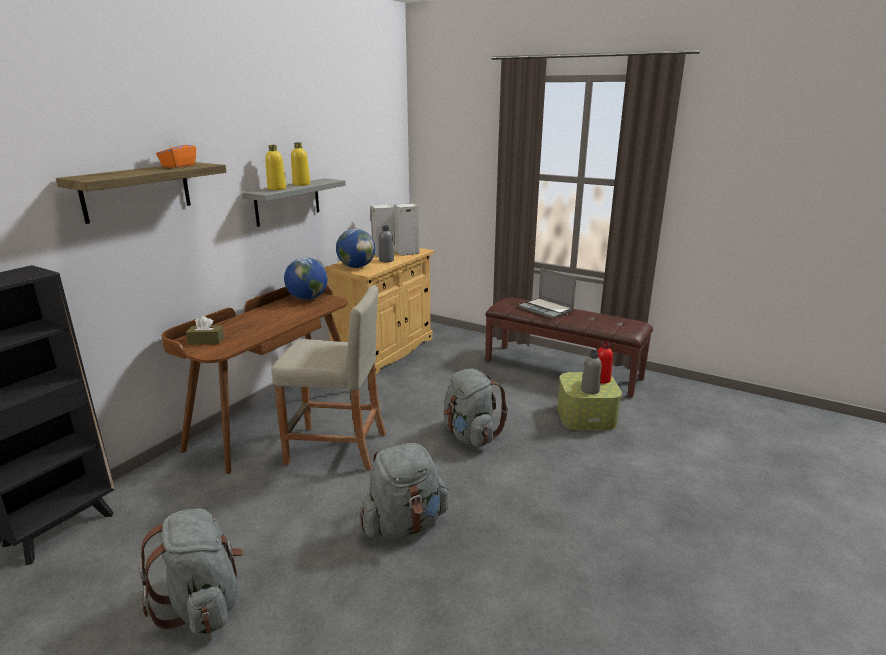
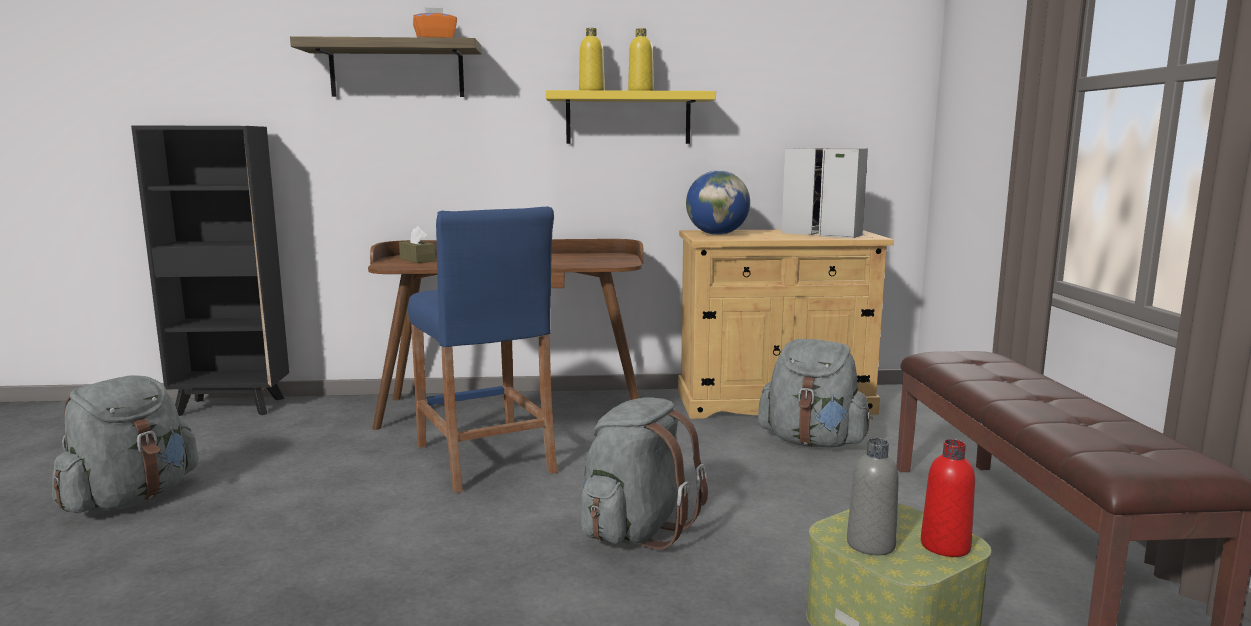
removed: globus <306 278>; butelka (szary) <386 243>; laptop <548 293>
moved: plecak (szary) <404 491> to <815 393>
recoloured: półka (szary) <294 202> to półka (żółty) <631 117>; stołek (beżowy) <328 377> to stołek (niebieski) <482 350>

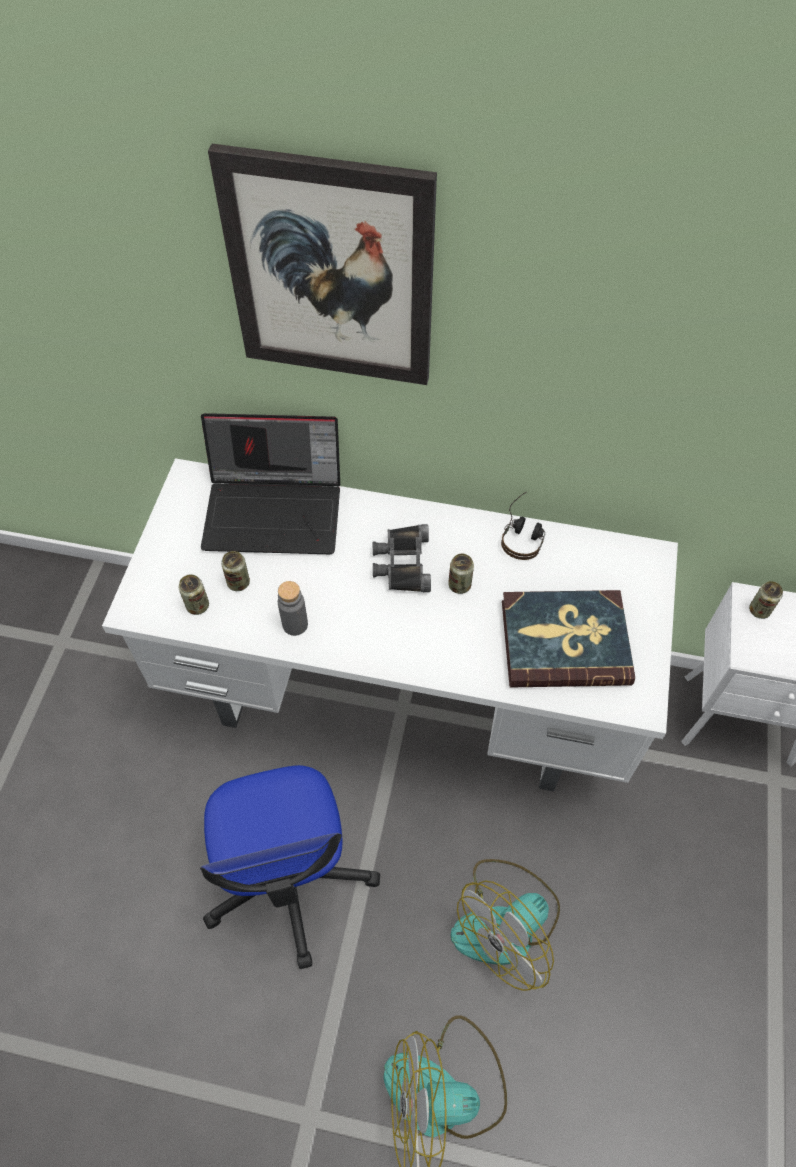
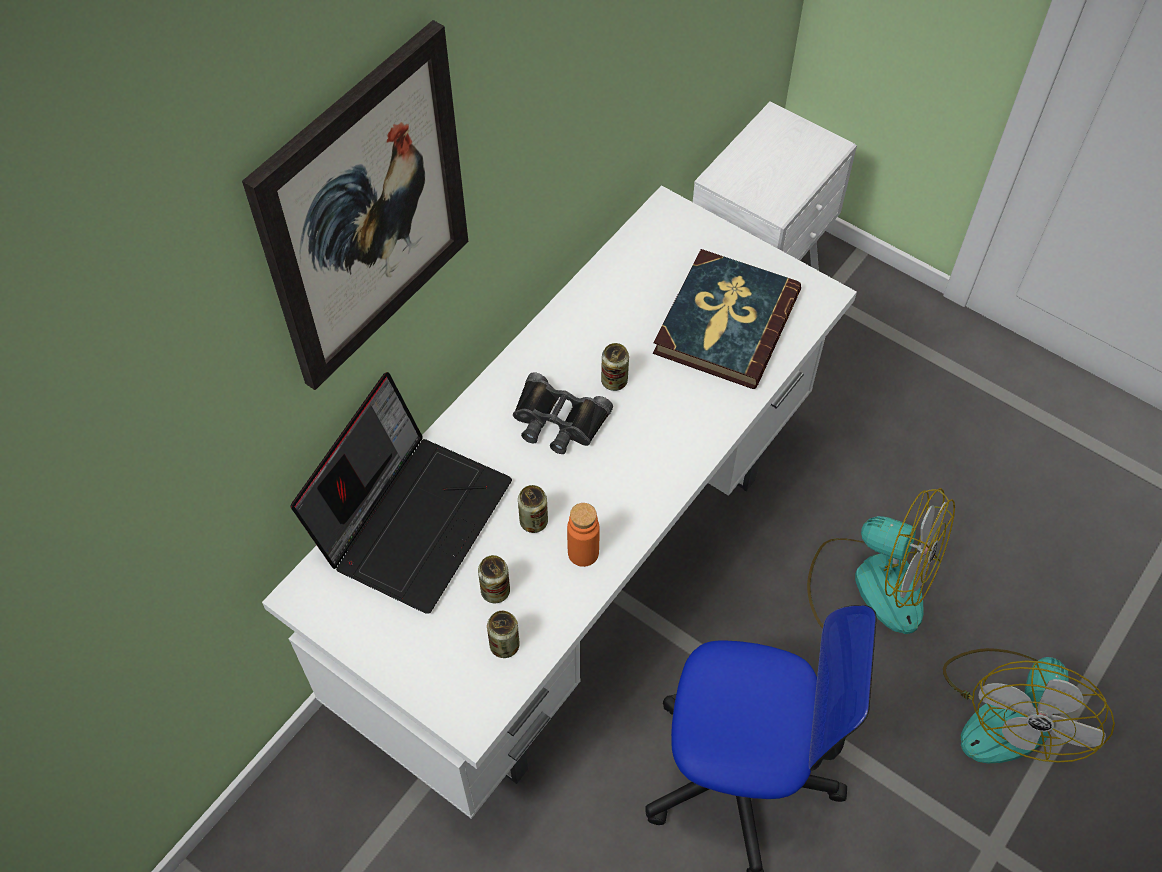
removed: słuchawki <523 526>
moved: puszka <766 600> to <533 509>
recoloured: butelka (szary) <293 608> to butelka (pomarańczowy) <583 535>
turned: wentylator <505 925> = <881 561> 45 degrees counterclockwise

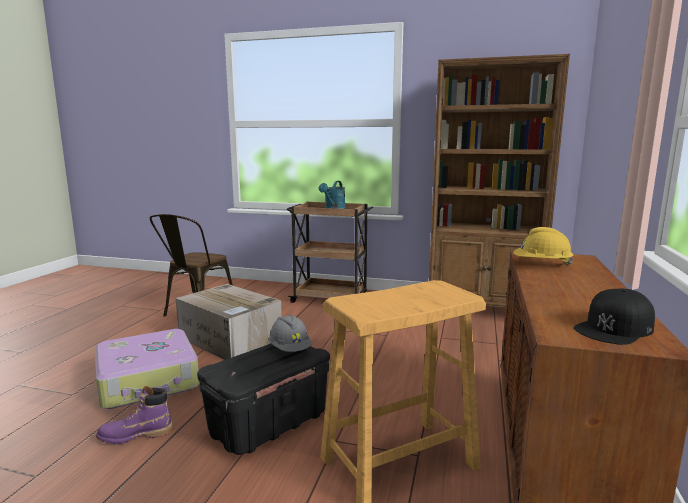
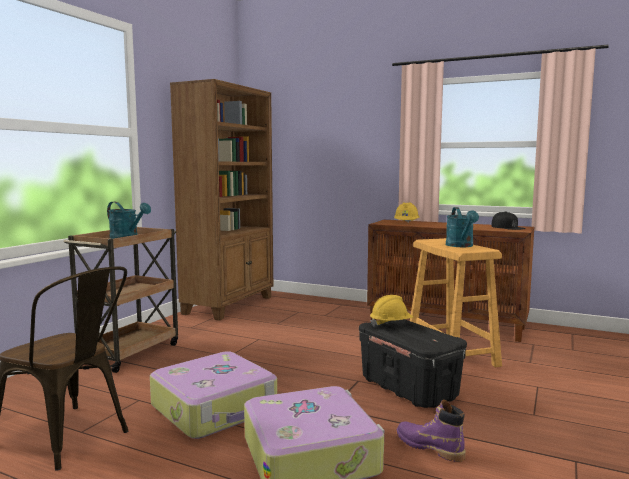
added: konewka (turkusowy) <462 227>
replaced: karton <229 322> to walizka <213 395>
recoloured: kask (szary) <290 333> to kask (żółty) <391 311>
turned: but z cholewką (fioletowy) <134 415> = <431 431> 135 degrees clockwise

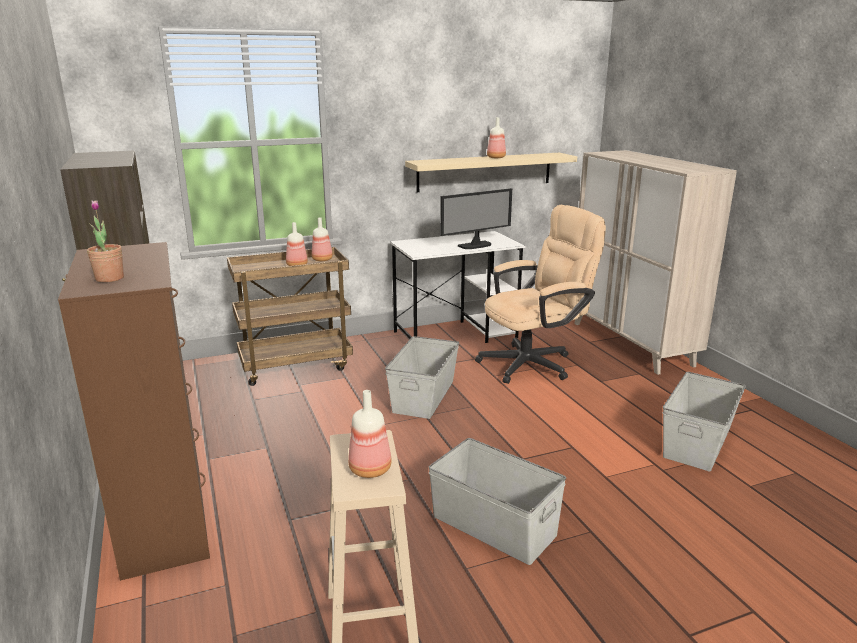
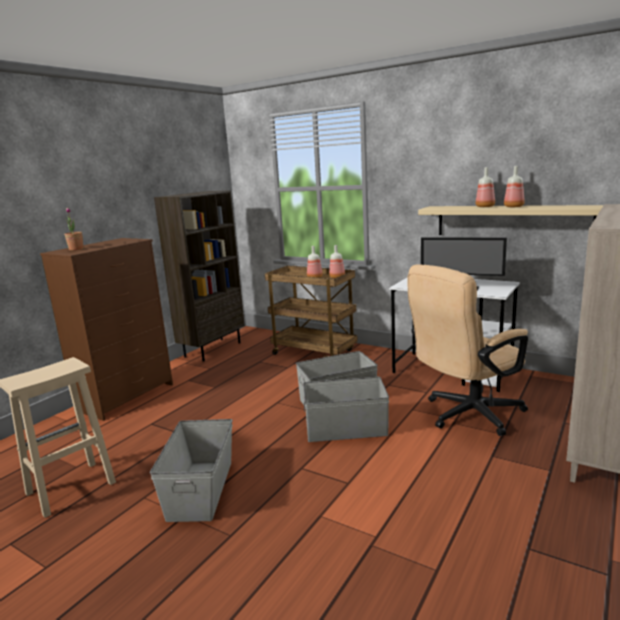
moved: butelka <370 434> to <485 187>; pojemnik do przechowywania (szary) <704 421> to <346 409>
turned: krzesło biurowe (beżowy) <540 294> = <467 350> 120 degrees clockwise

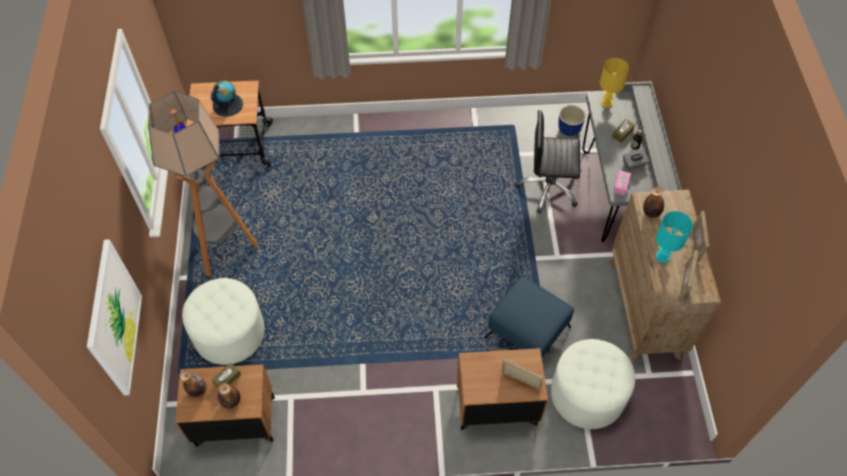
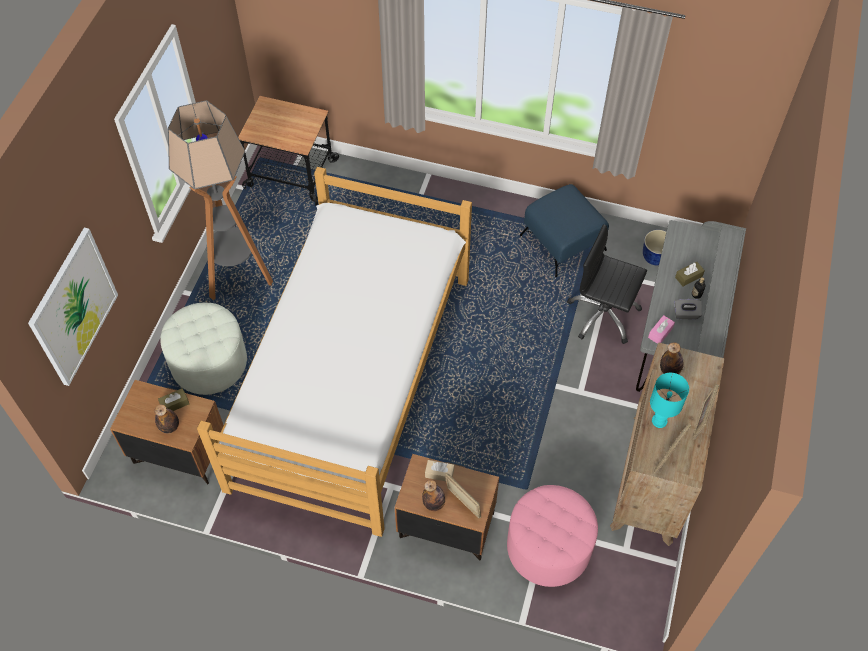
removed: globus <227 98>; lampa stołowa (żółty) <614 83>
added: łóżko <334 352>; pudełko chusteczek (beżowy) <439 470>
moved: butelka <193 383> to <433 495>; pufa (niebieski) <529 317> to <564 230>
recoloured: pufa (biały) <593 384> to pufa (różowy) <552 536>

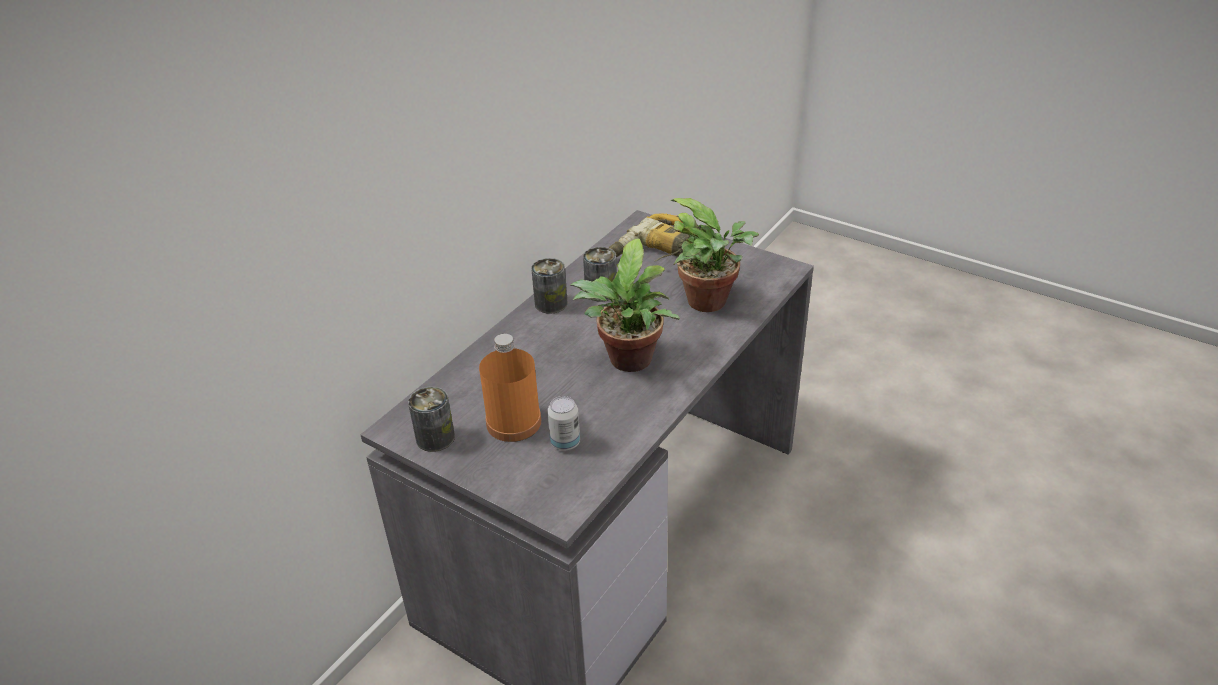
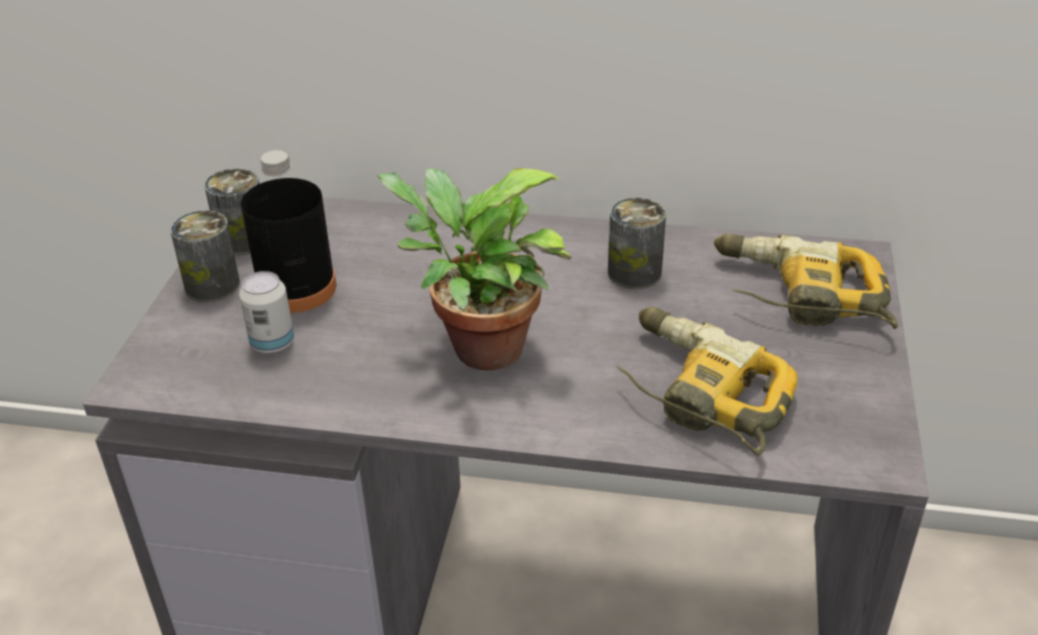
moved: puszka <549 286> to <205 256>
replaced: roślina doniczkowa <714 255> to wiertarka <707 381>
recoloured: butelka (pomarańczowy) <510 388> to butelka (czarny) <288 231>

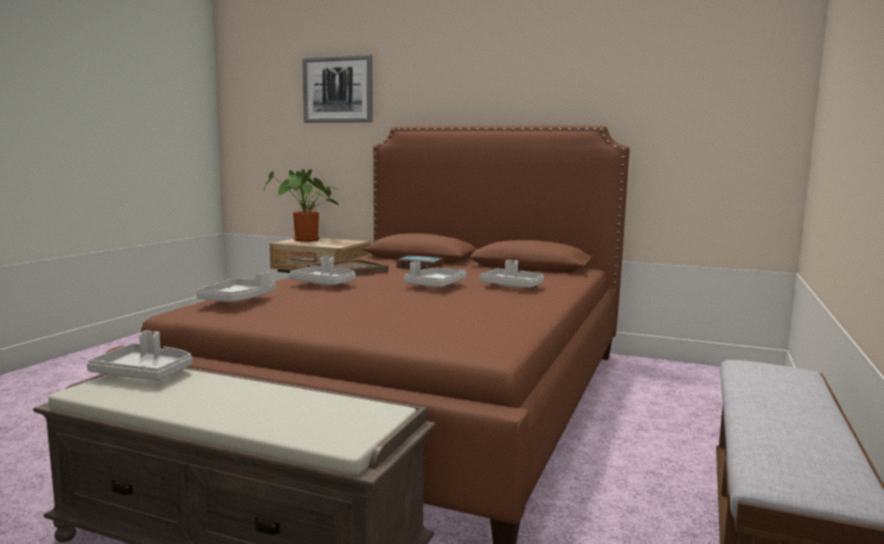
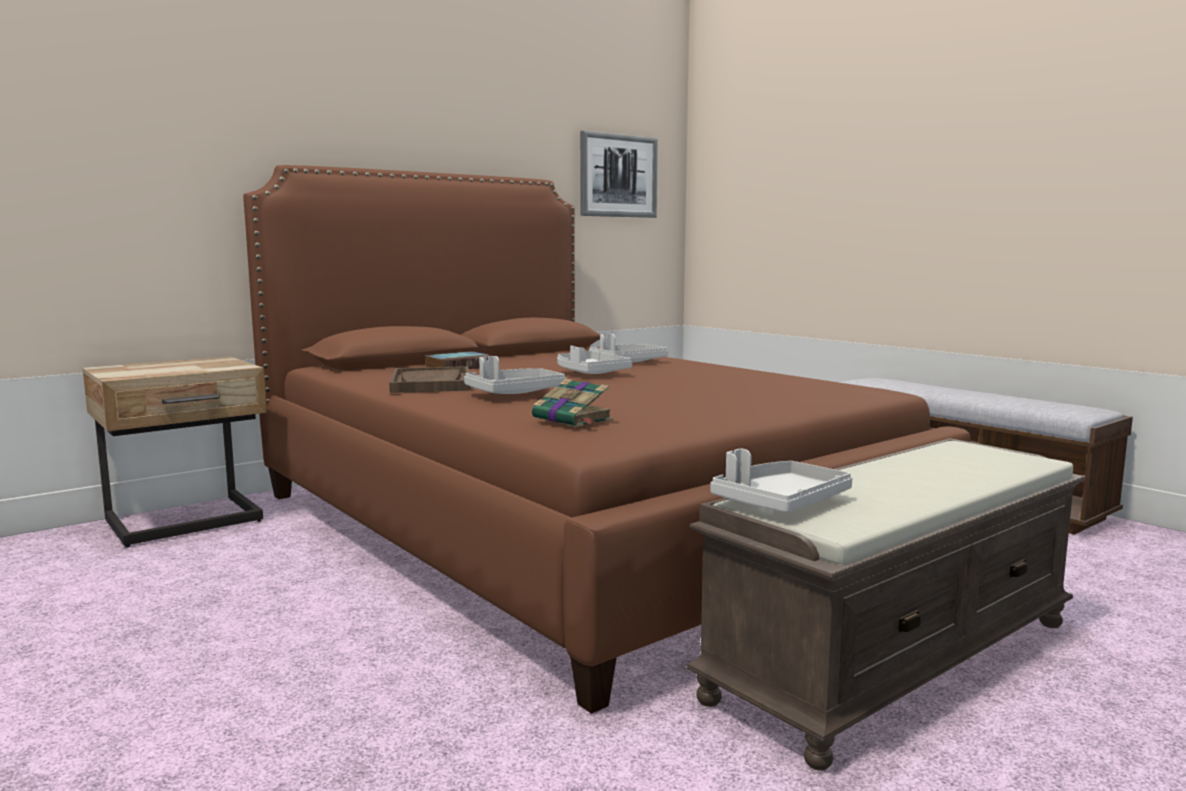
removed: roślina doniczkowa <302 205>
moved: obraz <337 89> to <619 174>
replaced: taca (szary) <236 287> to książka <572 403>

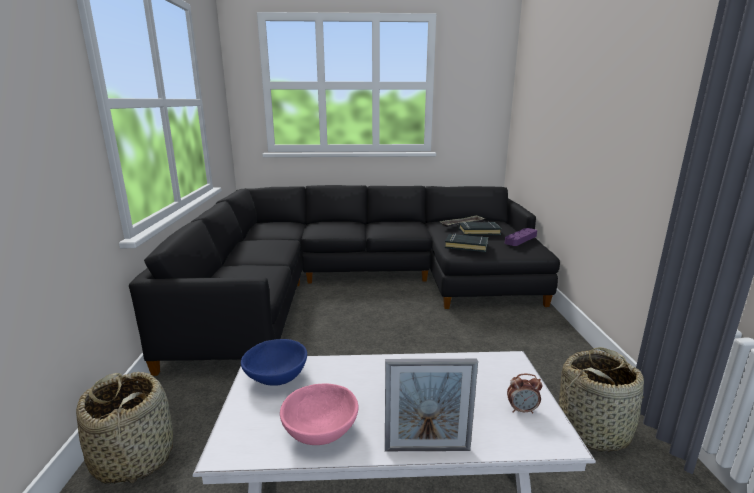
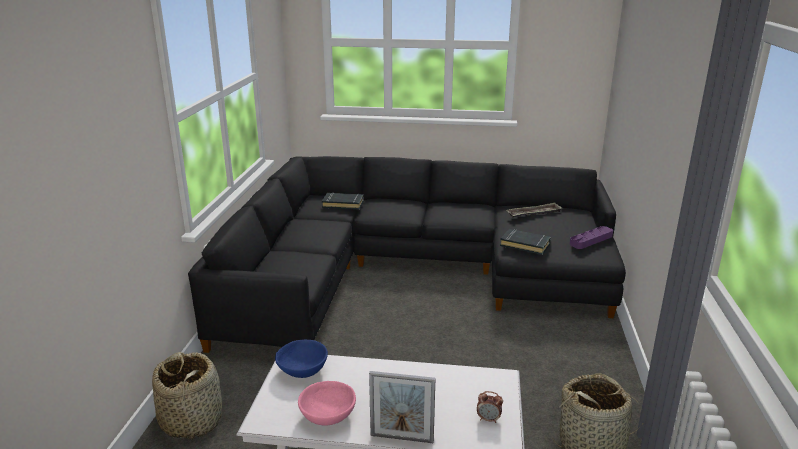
moved: książka (czarny) <480 229> to <343 201>

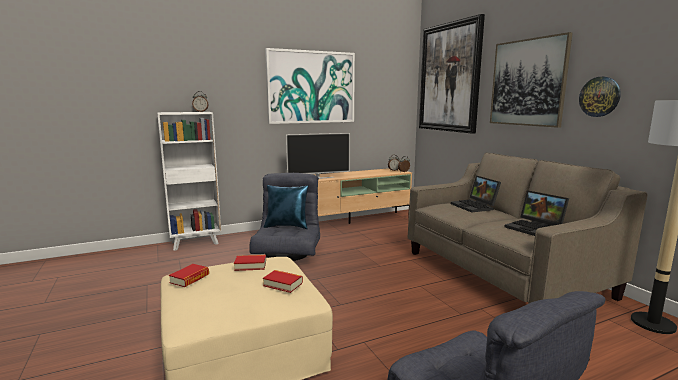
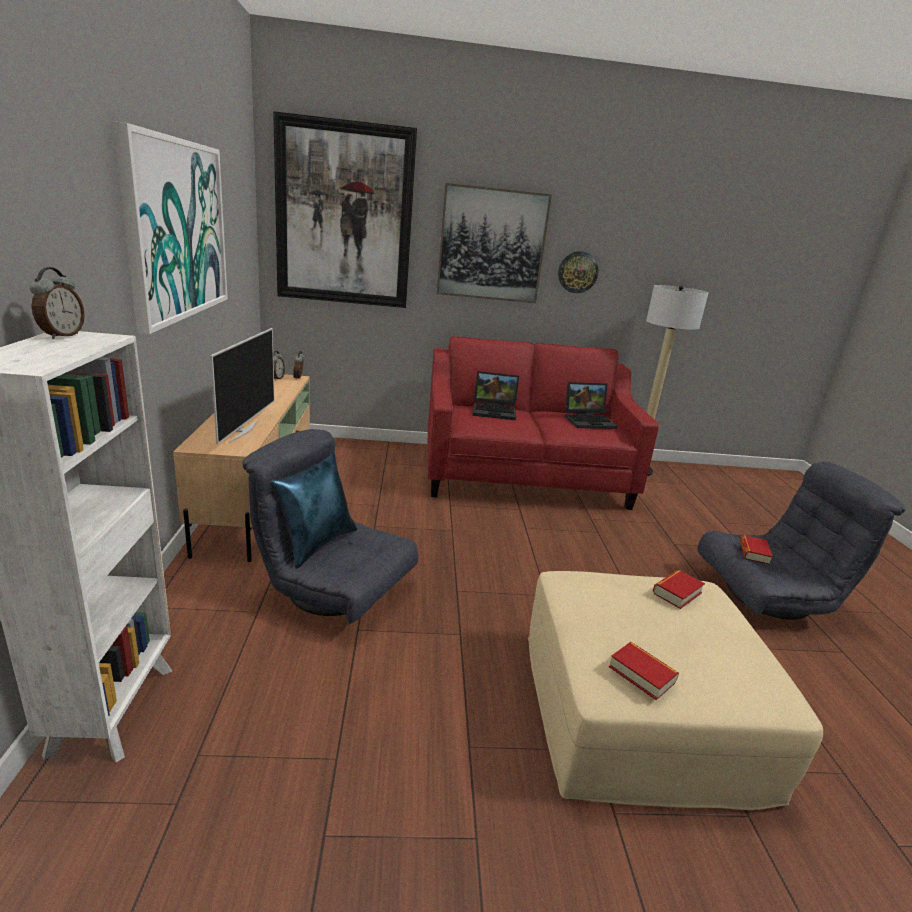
moved: książka <250 263> to <756 550>
recoloured: kanapa (beżowy) <528 228> to kanapa (czerwony) <543 423>

